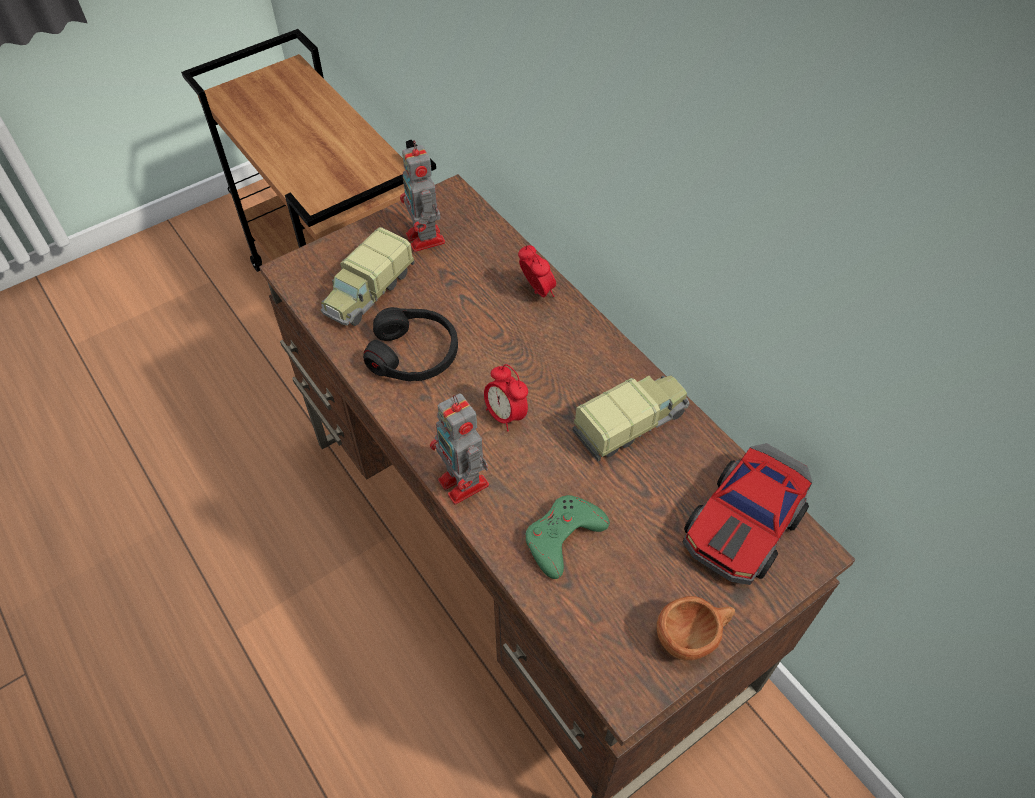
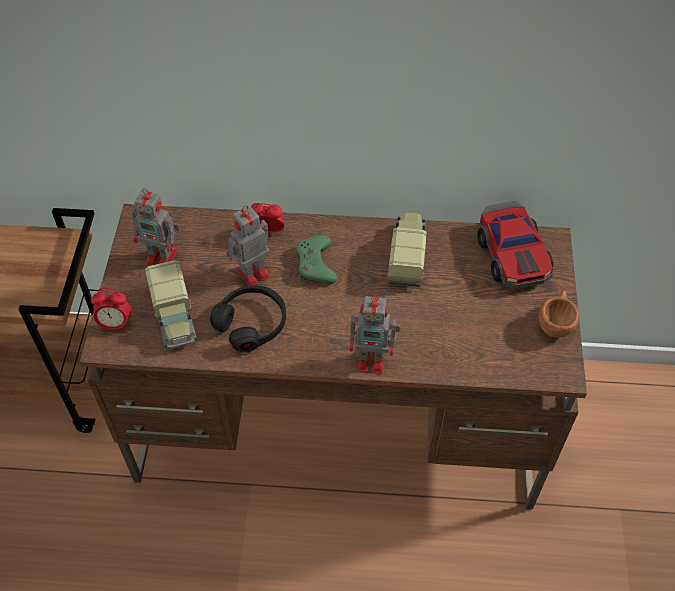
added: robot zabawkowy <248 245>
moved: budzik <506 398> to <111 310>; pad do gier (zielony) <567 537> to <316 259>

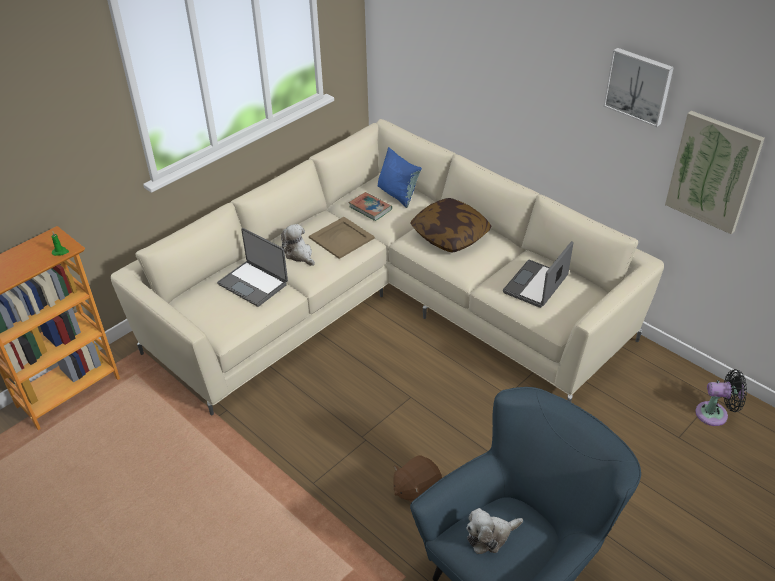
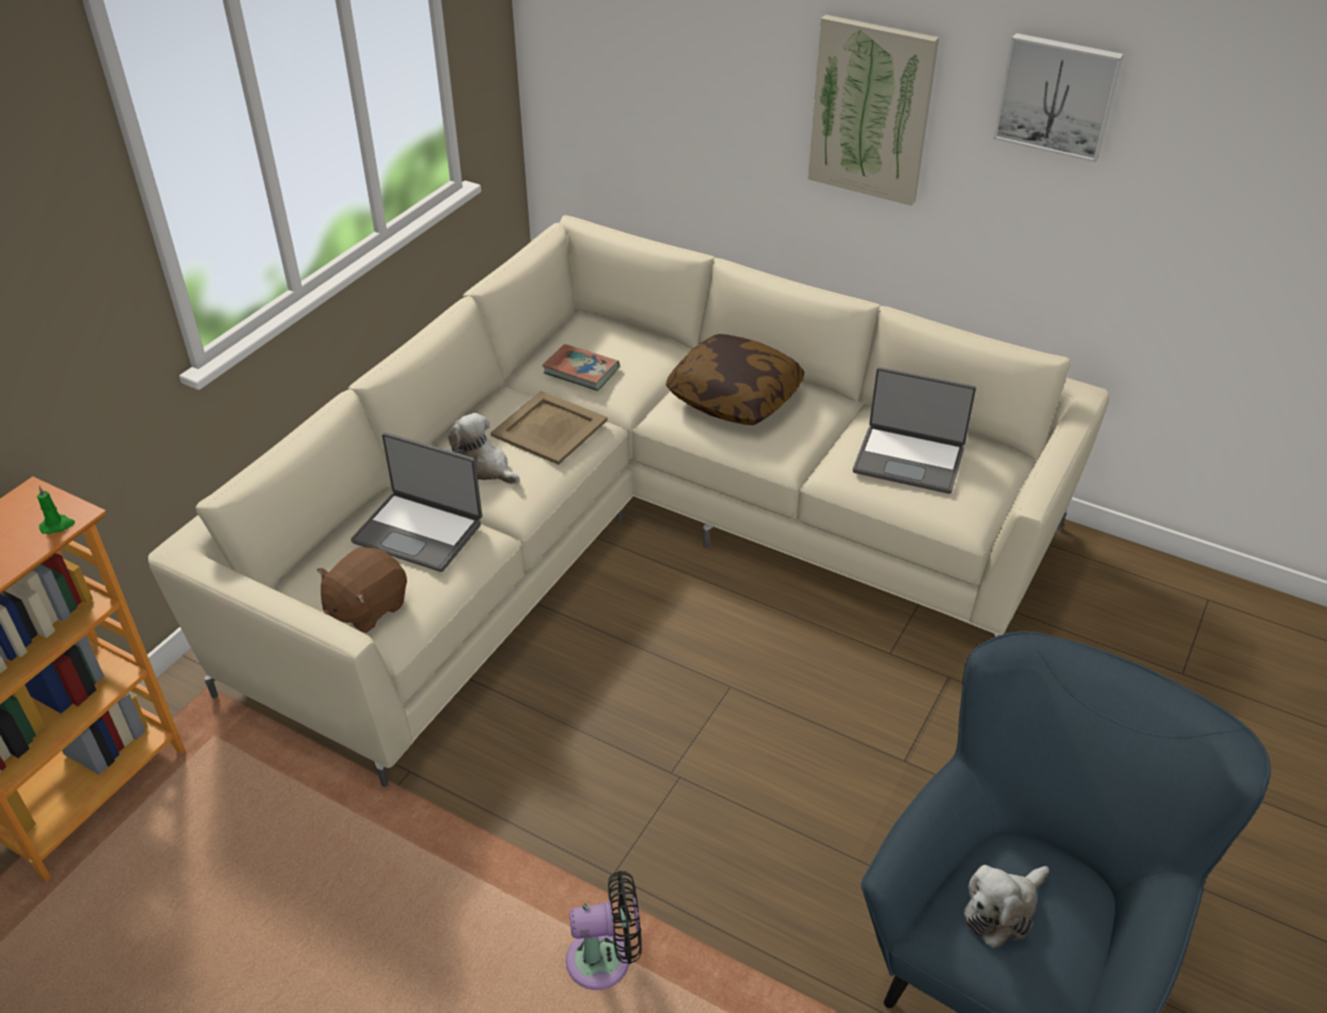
removed: poduszka (niebieski) <400 177>
moved: pluszak (brązowy) <417 479> to <362 590>; obraz <715 172> to <873 110>; wentylator (czarny) <721 397> to <604 930>
turned: laptop <538 274> = <914 430> 90 degrees counterclockwise

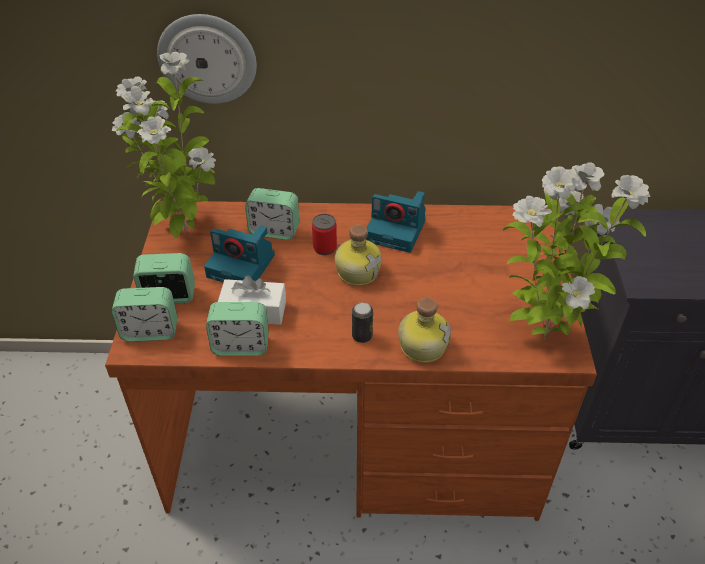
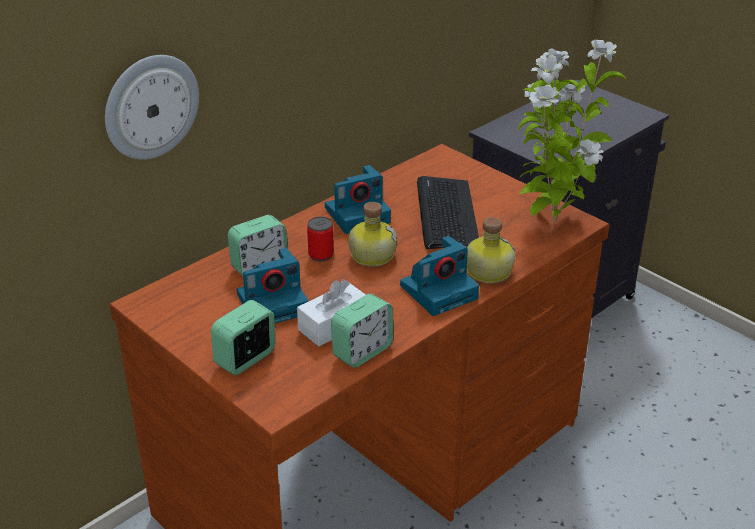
removed: roślina doniczkowa <164 145>; budzik <144 314>
added: klawiatura <448 212>
replaced: puszka <362 322> to aparat fotograficzny <439 276>

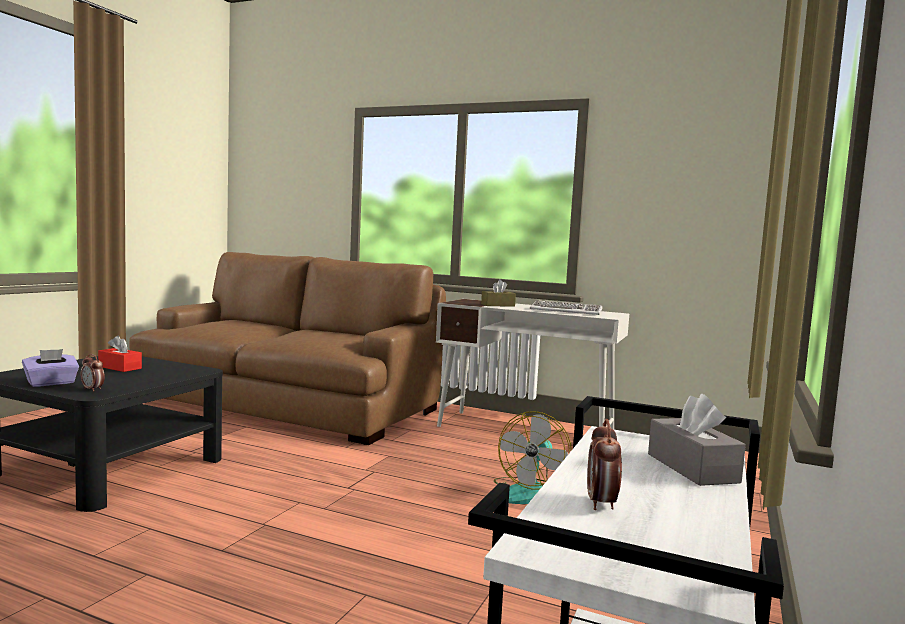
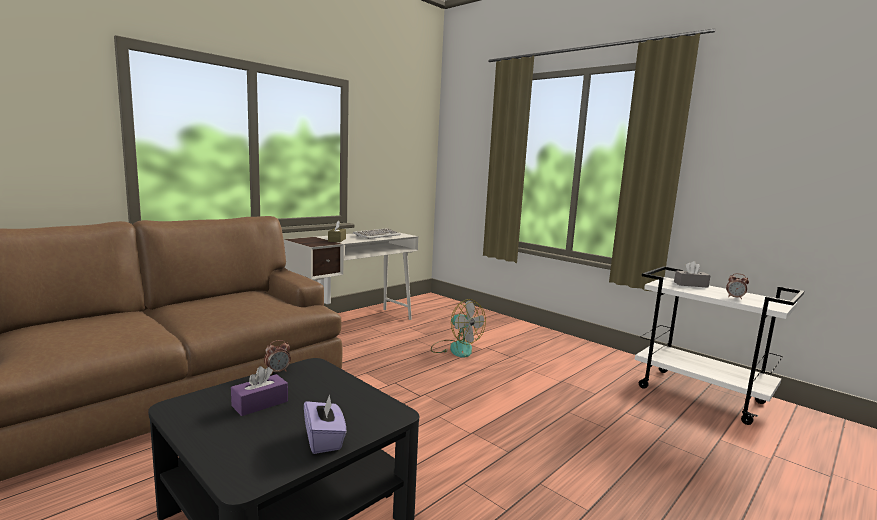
moved: budzik <92 373> to <277 357>
recoloured: pudełko chusteczek (czerwony) <120 353> to pudełko chusteczek (fioletowy) <259 391>

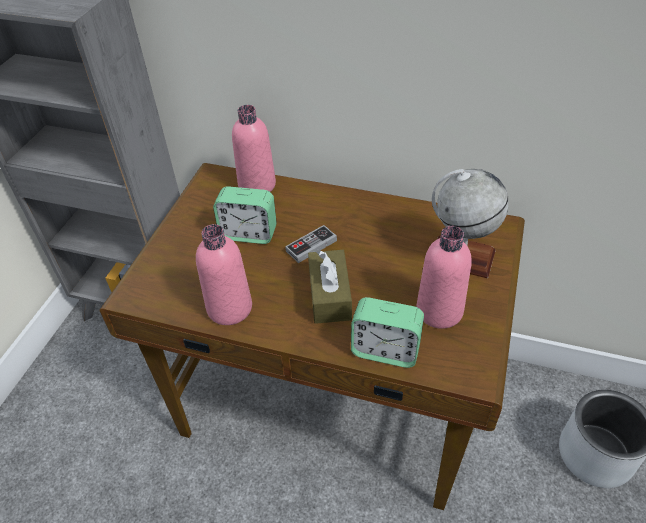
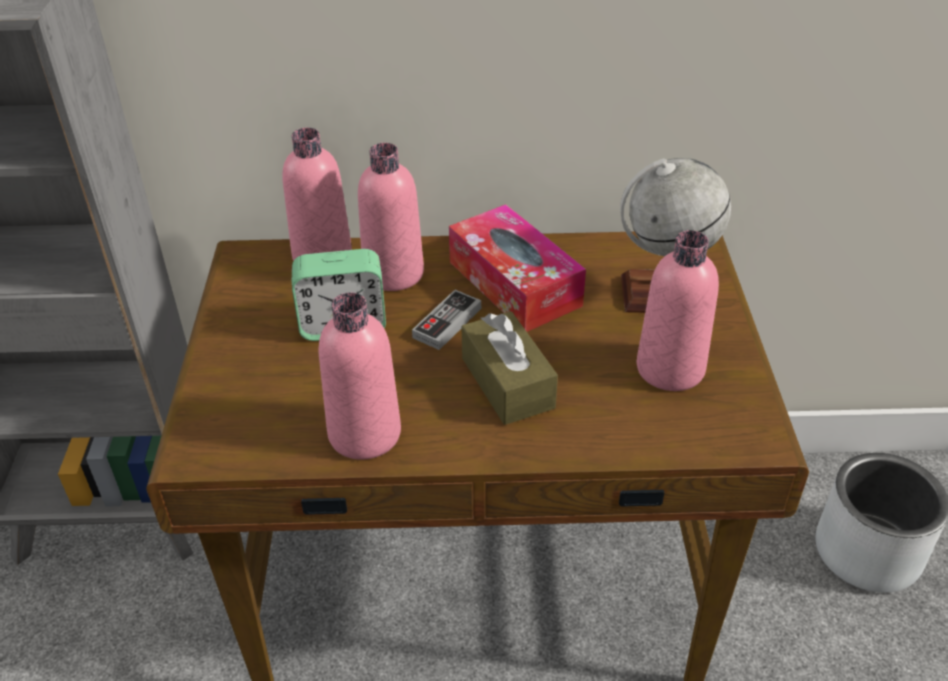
removed: budzik <387 332>
added: butelka (różowy) <391 217>; pudełko chusteczek <517 268>

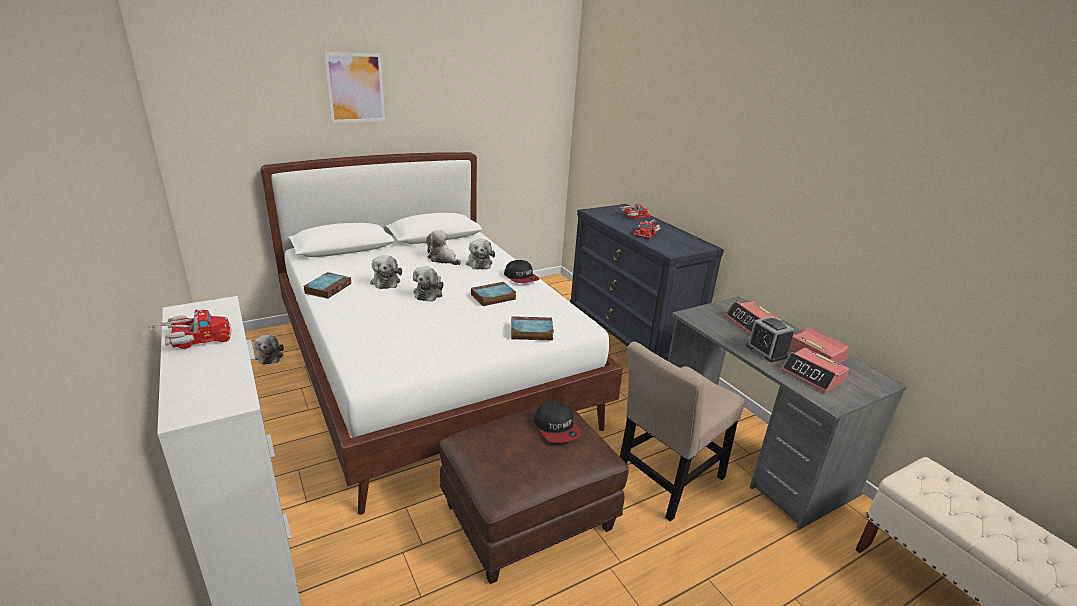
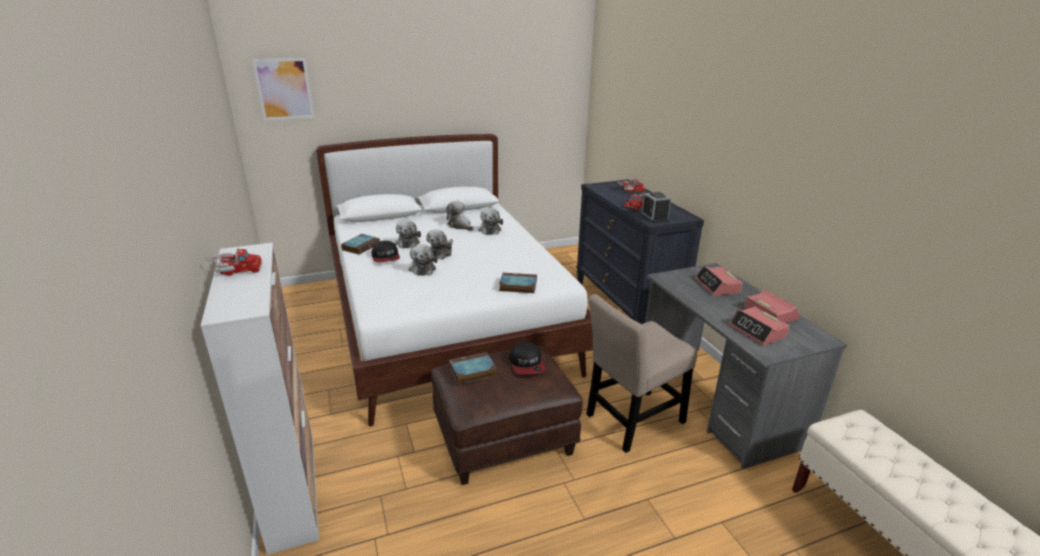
moved: pluszak <269 350> to <423 260>; obraz <354 87> to <283 89>; książka <493 294> to <472 368>; czapka z daszkiem <521 271> to <385 251>; budzik <770 339> to <656 207>

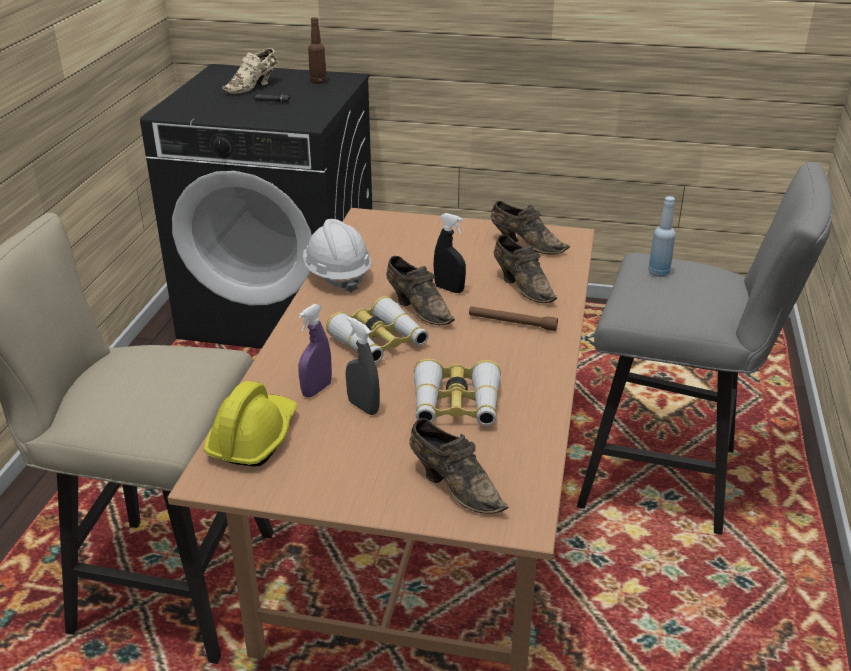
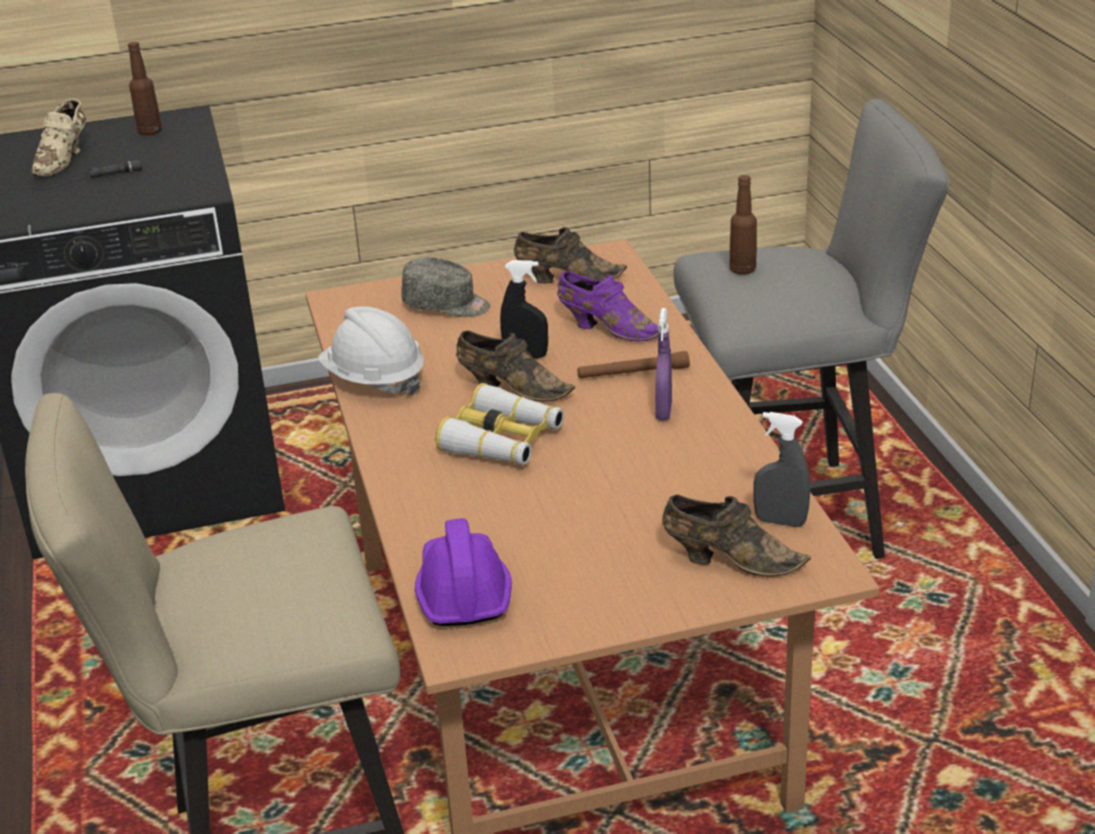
removed: lornetka <457 392>
added: czapka z daszkiem (szary) <445 287>
moved: spryskiwacz (fioletowy) <315 351> to <663 364>; spryskiwacz (szary) <363 366> to <781 469>
recoloured: kask (żółty) <251 423> to kask (fioletowy) <463 572>; but (brązowy) <525 269> to but (fioletowy) <608 306>; butelka (niebieski) <662 236> to butelka (brązowy) <743 225>

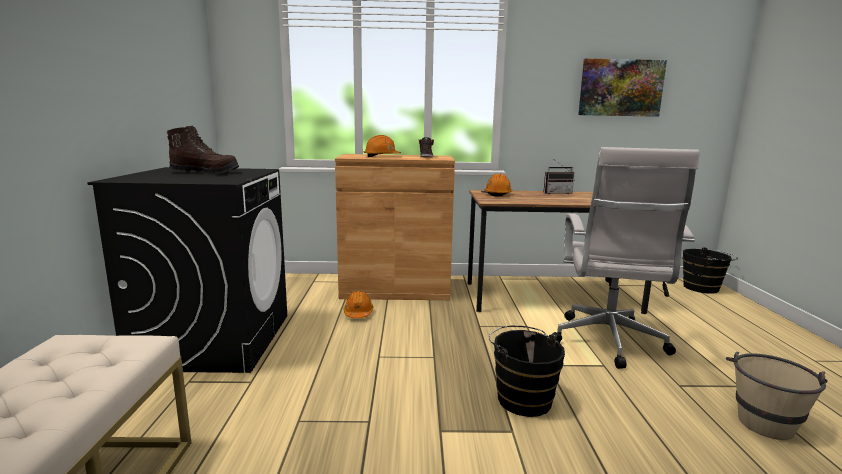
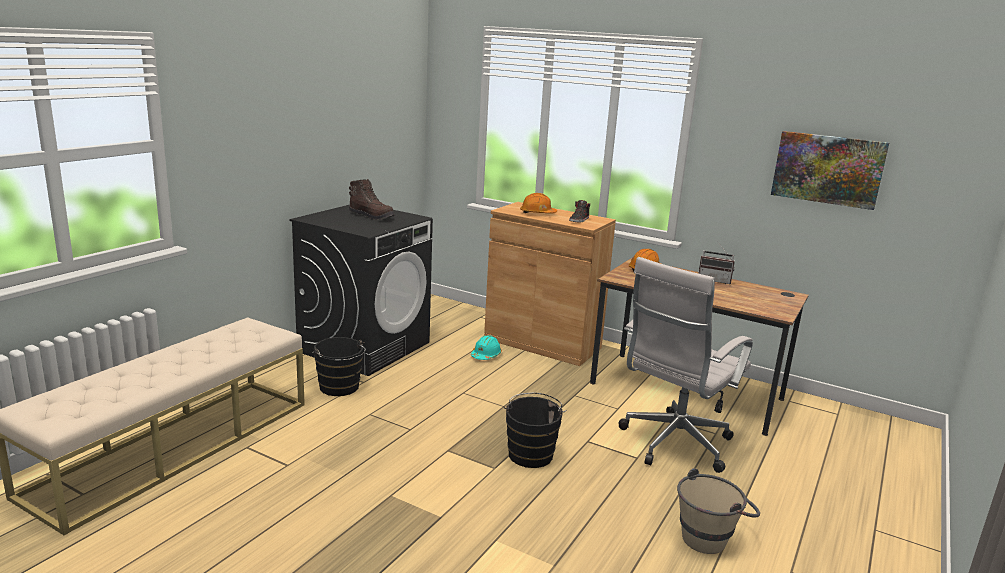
moved: wiadro (czarny) <710 270> to <339 366>
recoloured: kask (pomarańczowy) <358 304> to kask (turkusowy) <486 347>

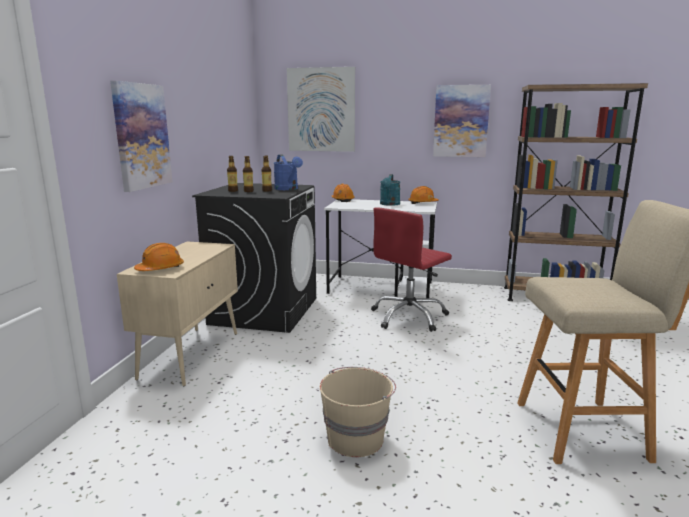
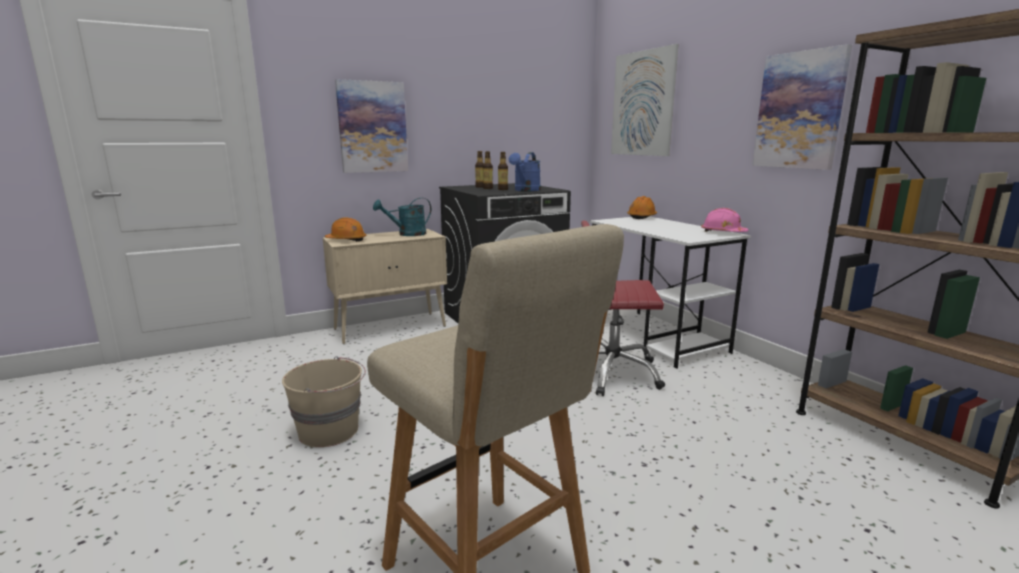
moved: konewka (turkusowy) <390 190> to <402 217>
recoloured: kask (pomarańczowy) <423 195> to kask (różowy) <725 220>

